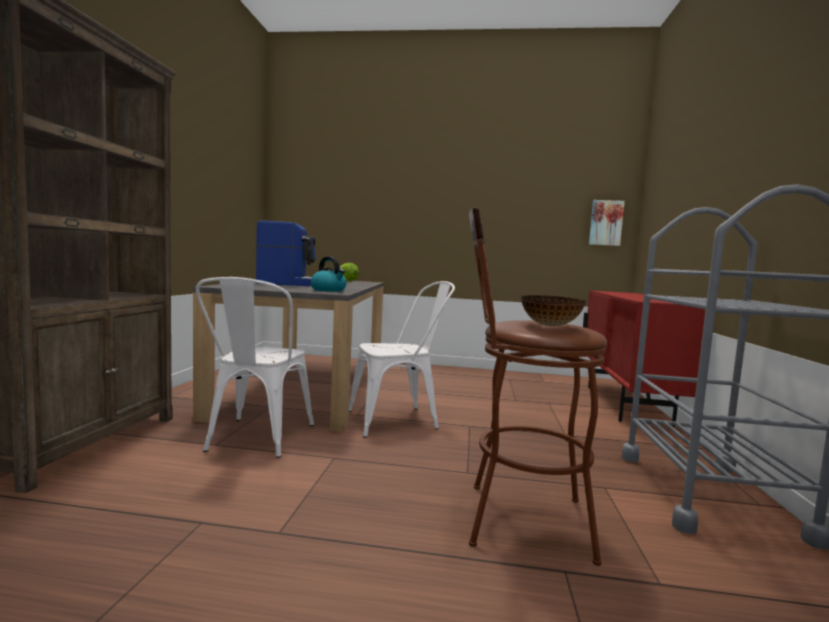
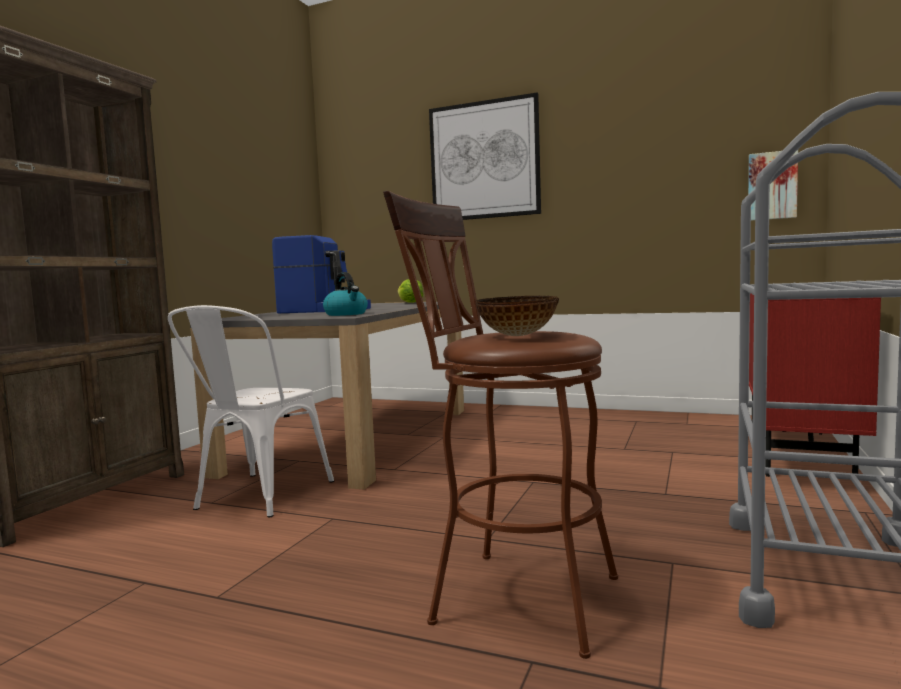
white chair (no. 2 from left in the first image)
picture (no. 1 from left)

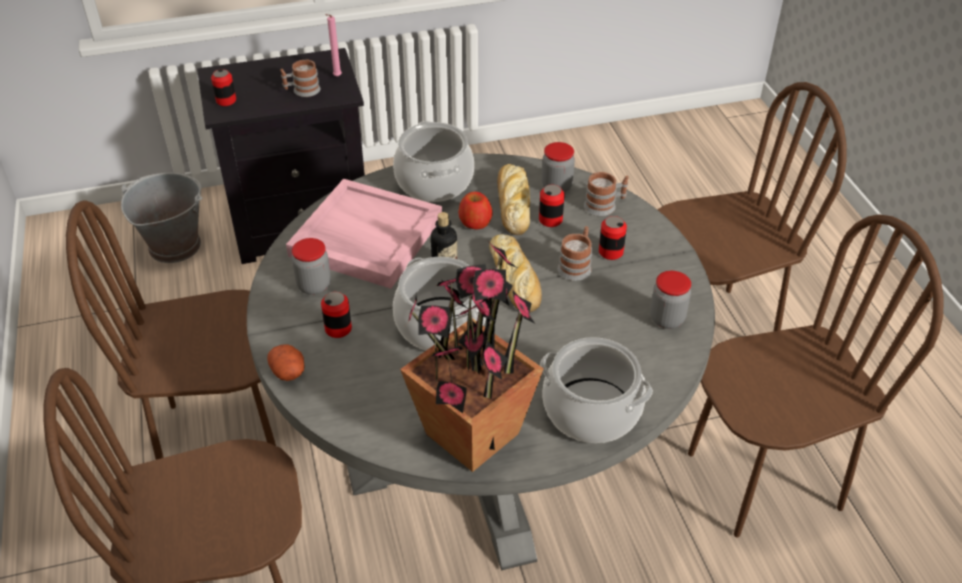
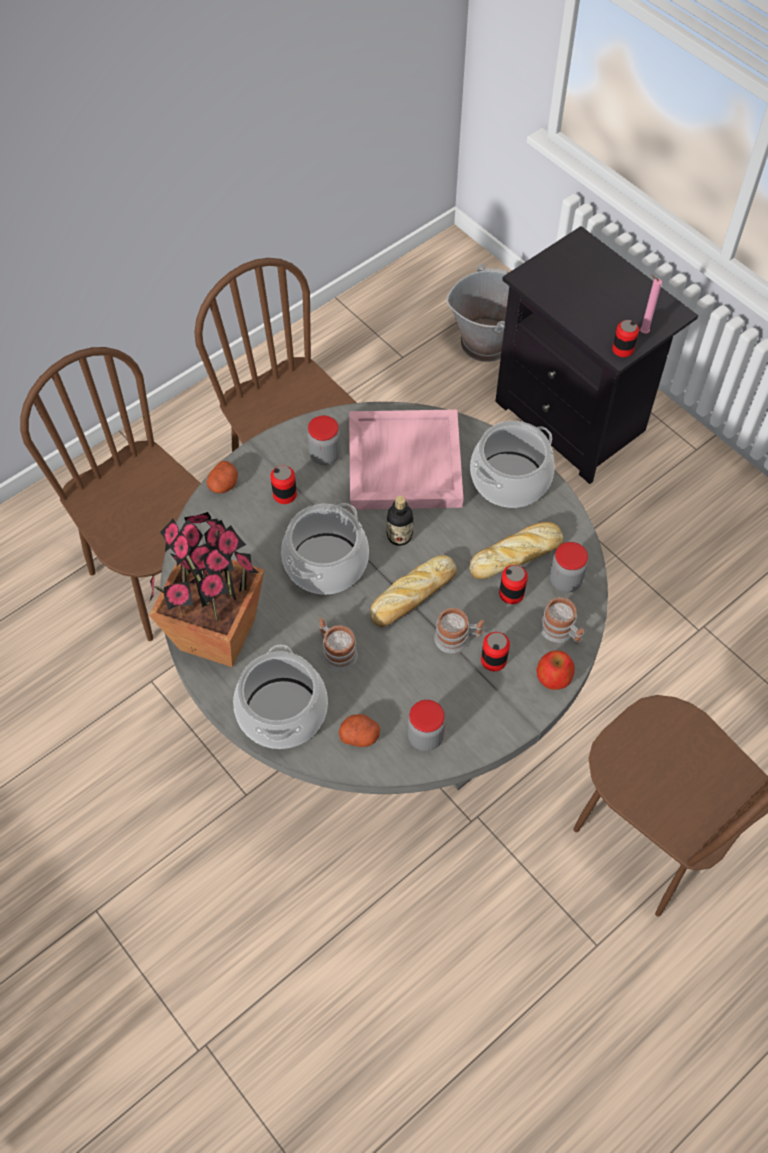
brown chair (no. 4 from left in the first image)
potato (no. 2 from left)
can (no. 4 from left)
mug (no. 1 from left)
apple

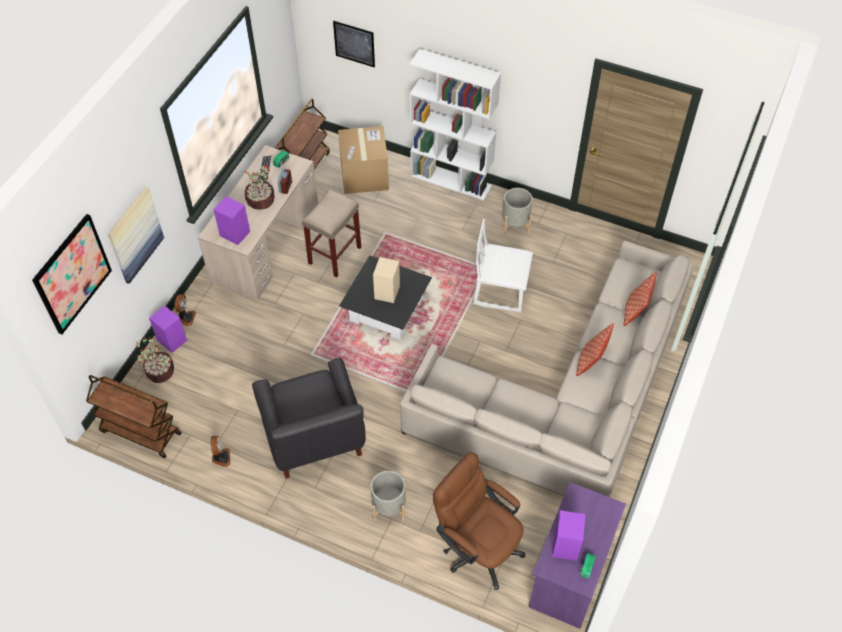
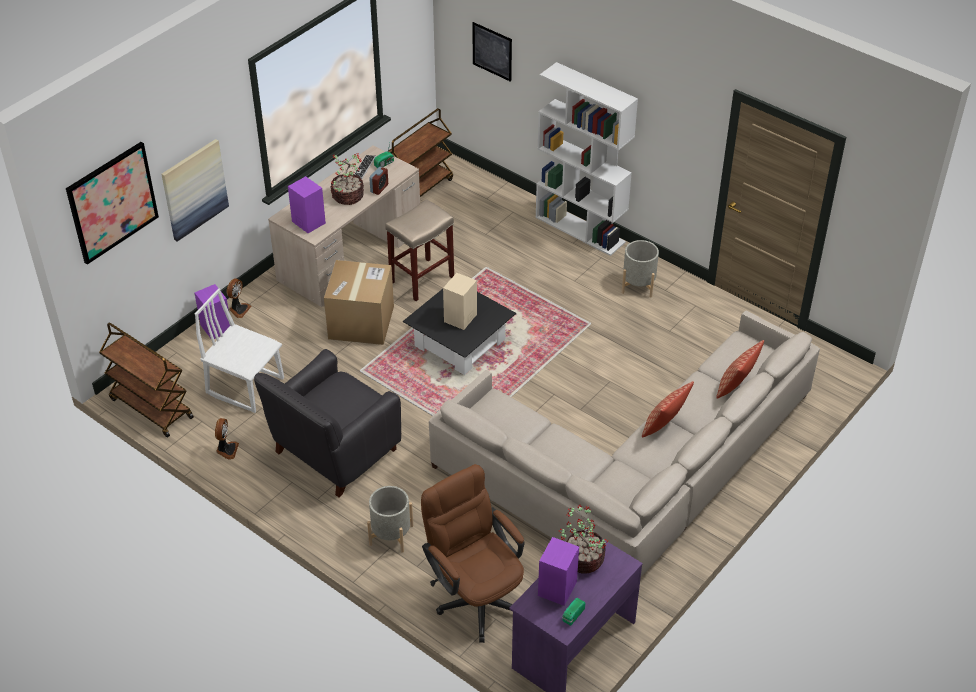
potted plant (no. 2 from left)
cardboard box
white chair
black armchair

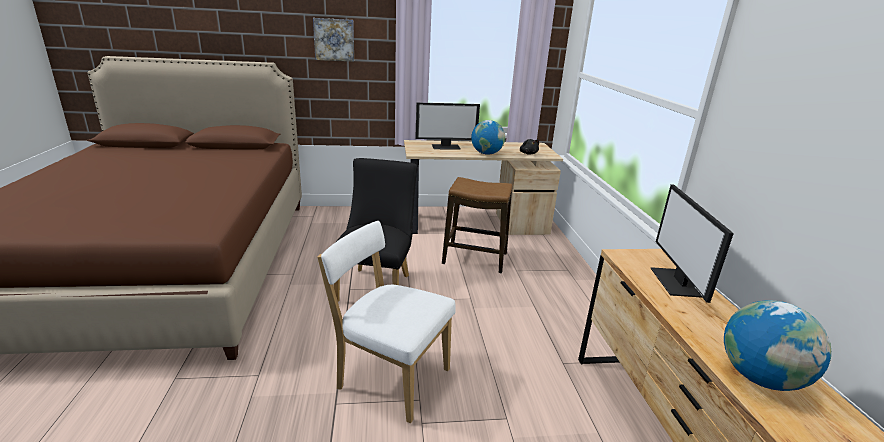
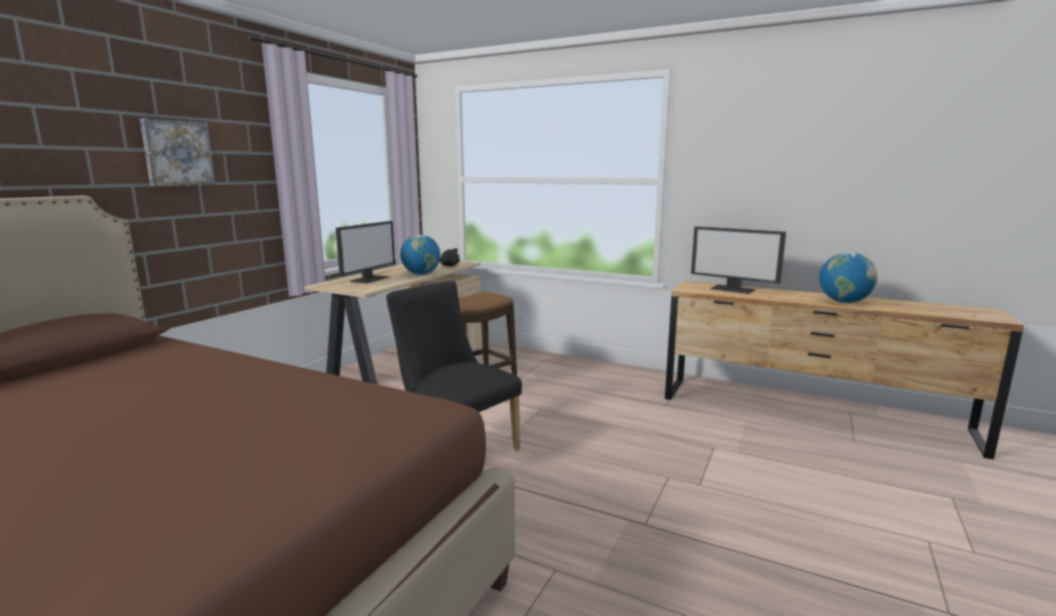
white chair

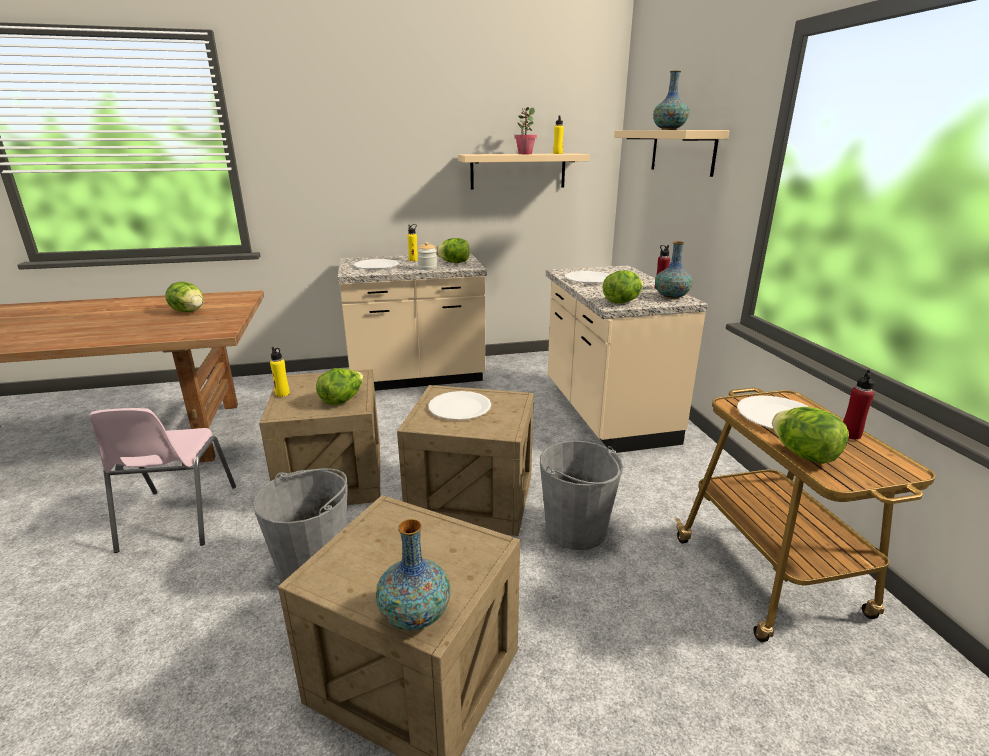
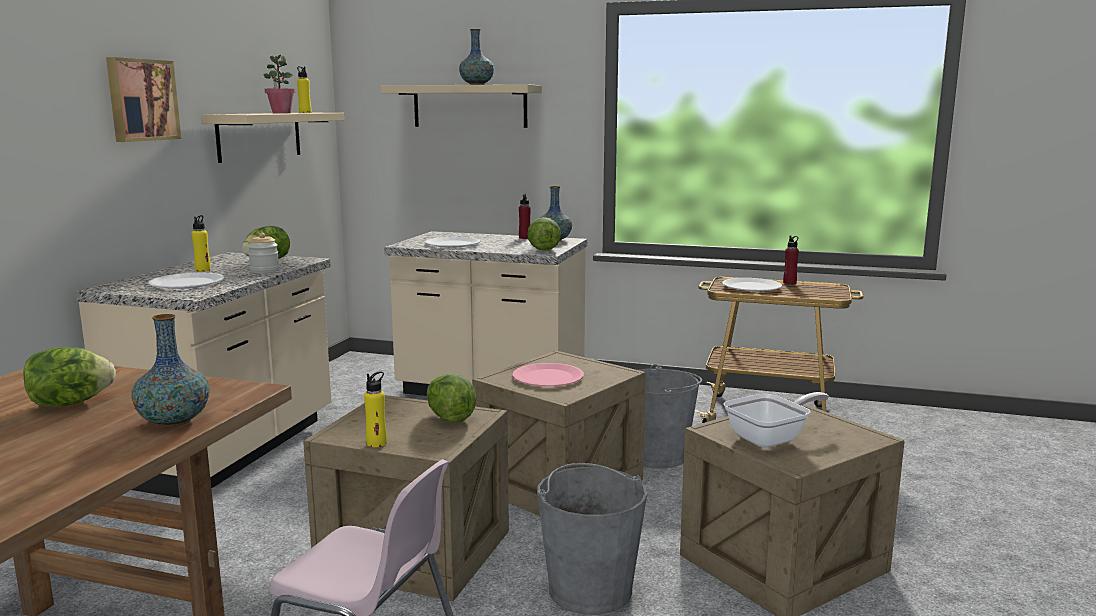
lettuce (no. 5 from left in the first image)
picture
frying pan
vase (no. 1 from left)
pink plate

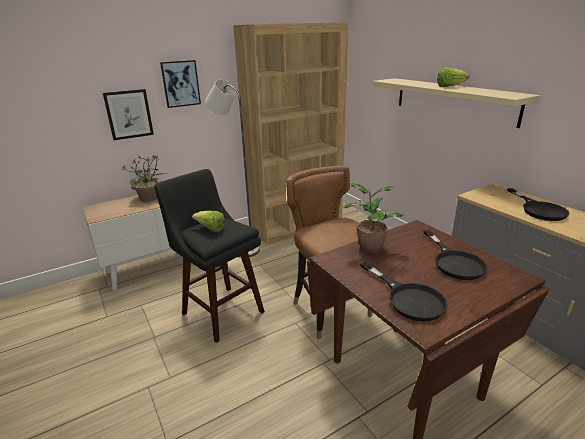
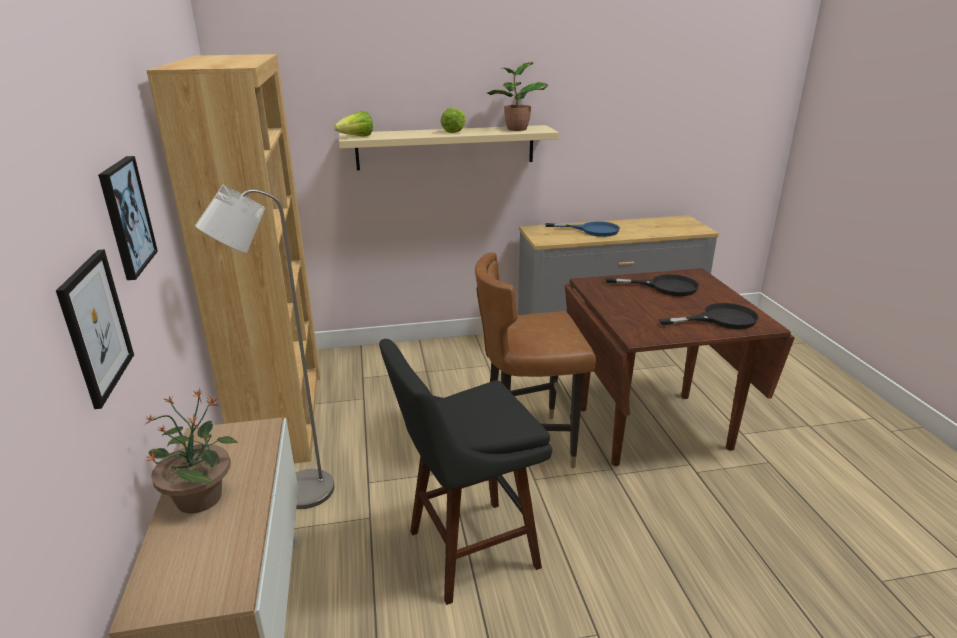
lettuce (no. 1 from left)
potted plant (no. 2 from left)
blue frying pan

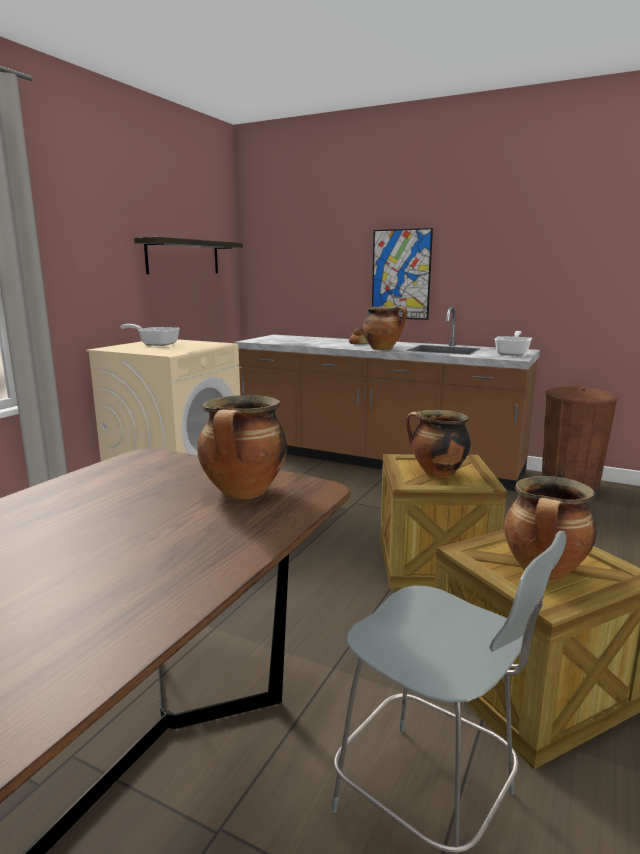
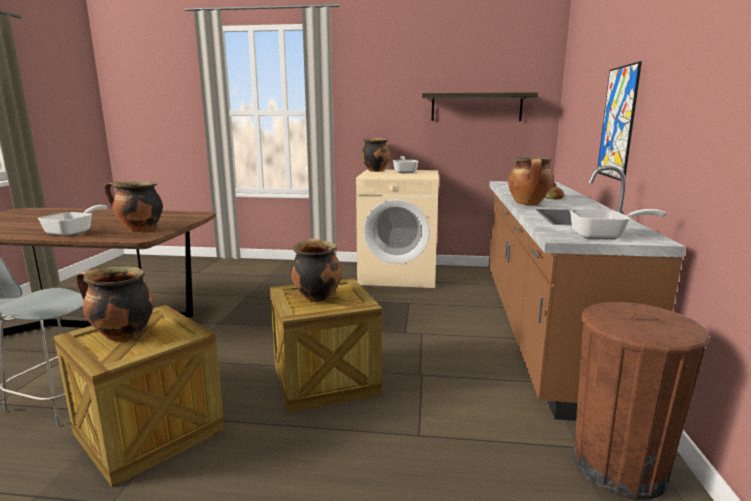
frying pan (no. 1 from left)
cooking pot (no. 4 from left)

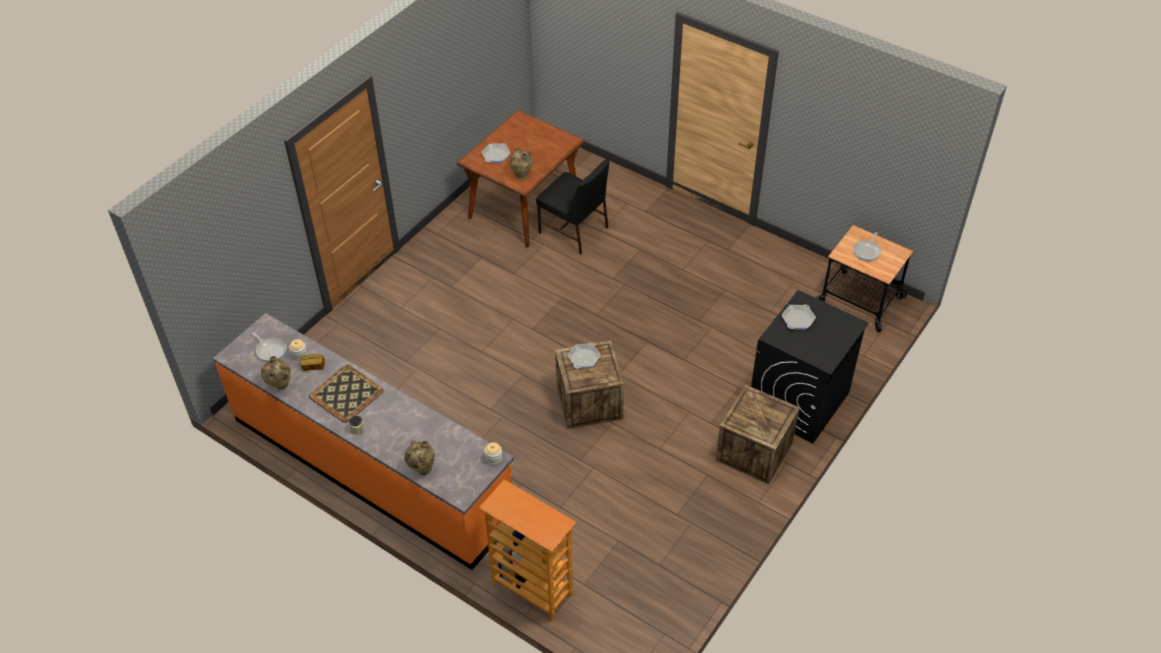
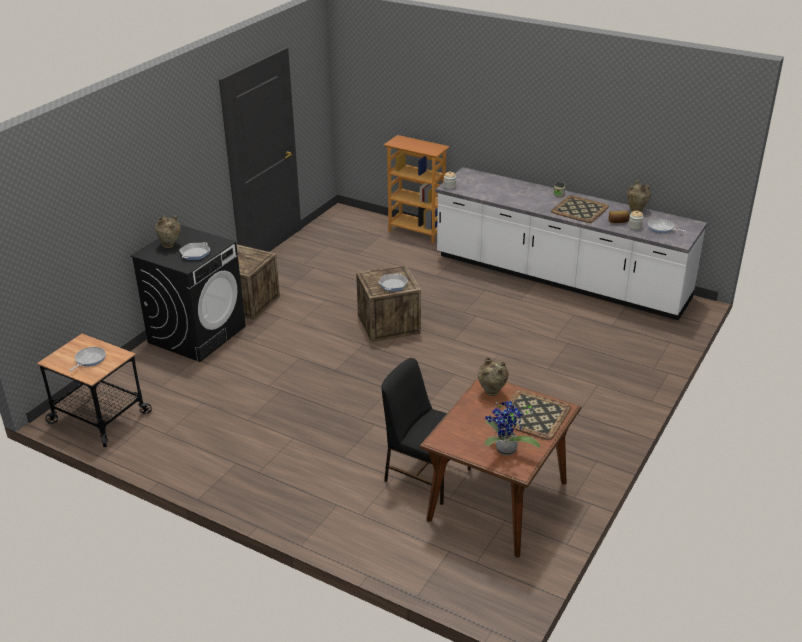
potted plant
beige vase (no. 1 from left)
tray (no. 1 from left)
white counter

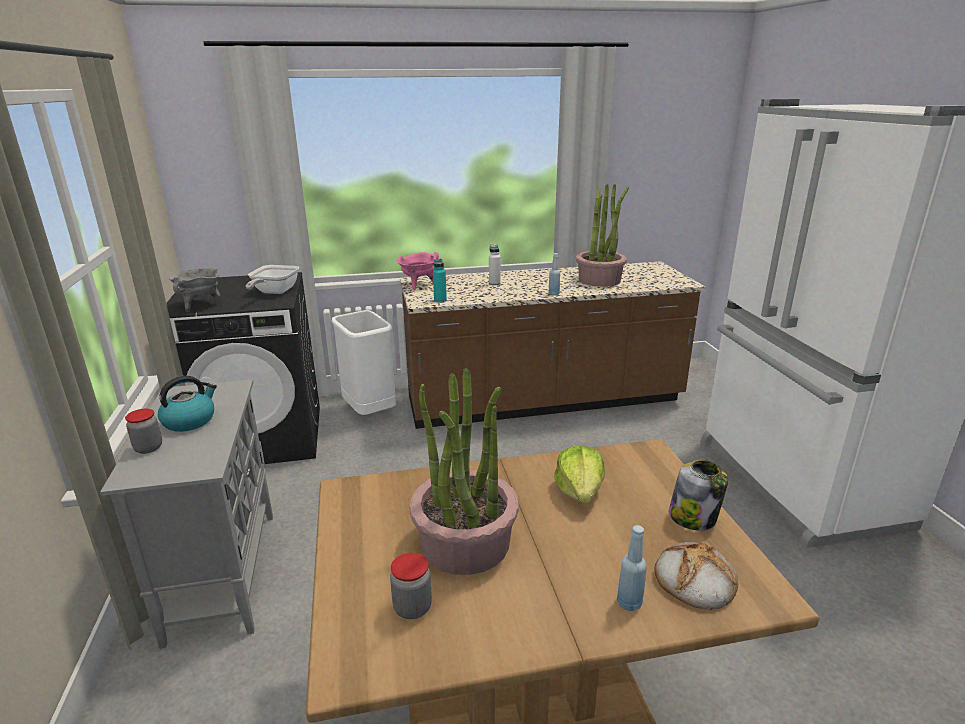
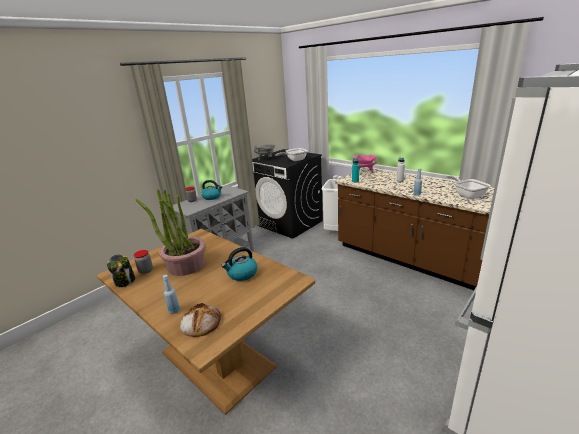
jar (no. 1 from left)
kettle (no. 2 from left)
frying pan (no. 2 from left)

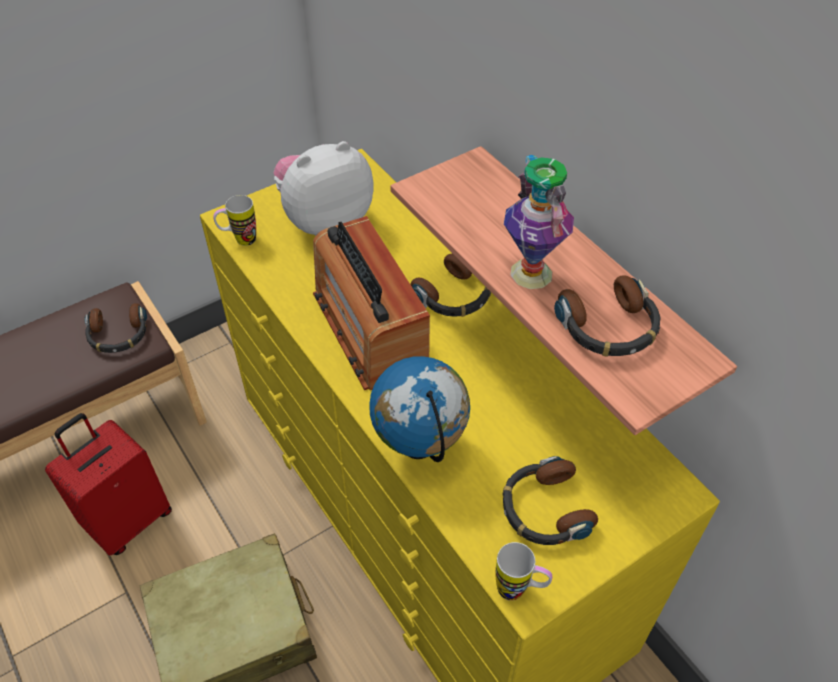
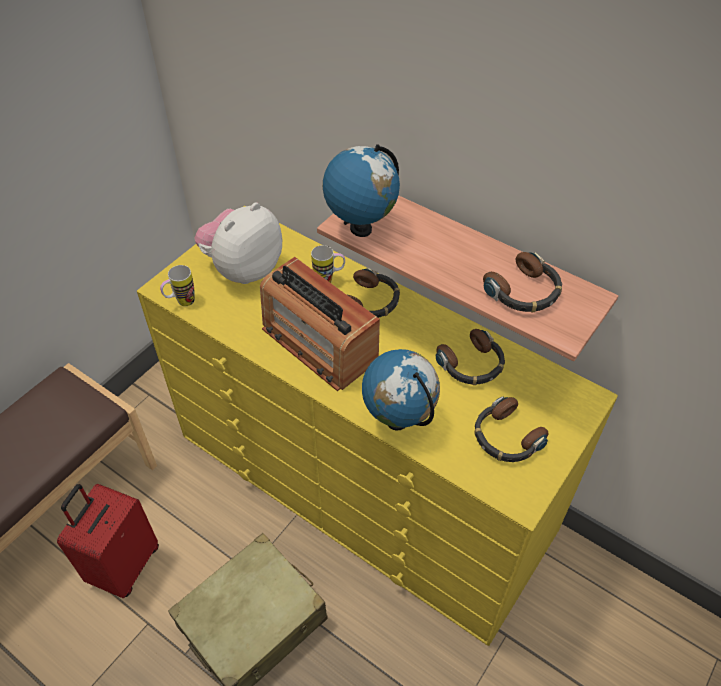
vase
globe (no. 1 from left)
headphones (no. 2 from left)
mug (no. 2 from left)

